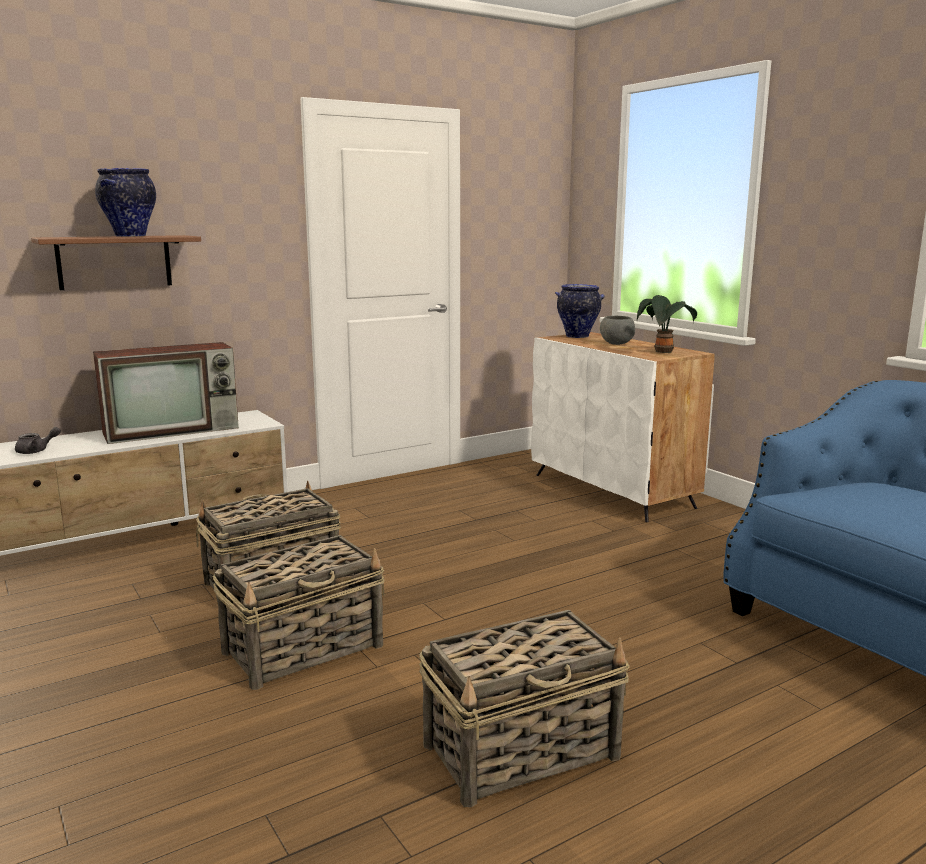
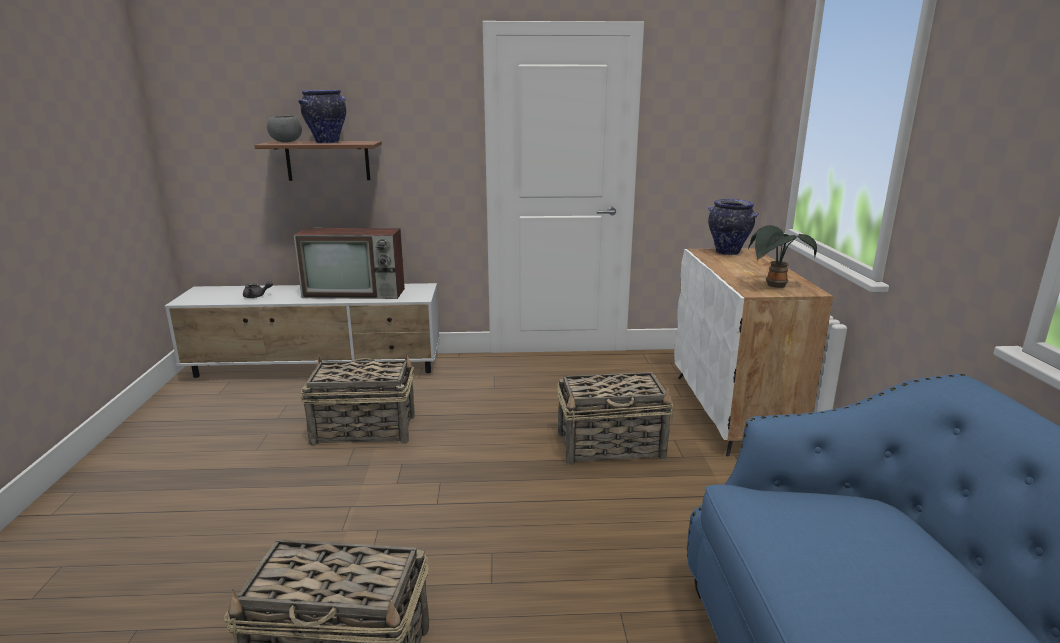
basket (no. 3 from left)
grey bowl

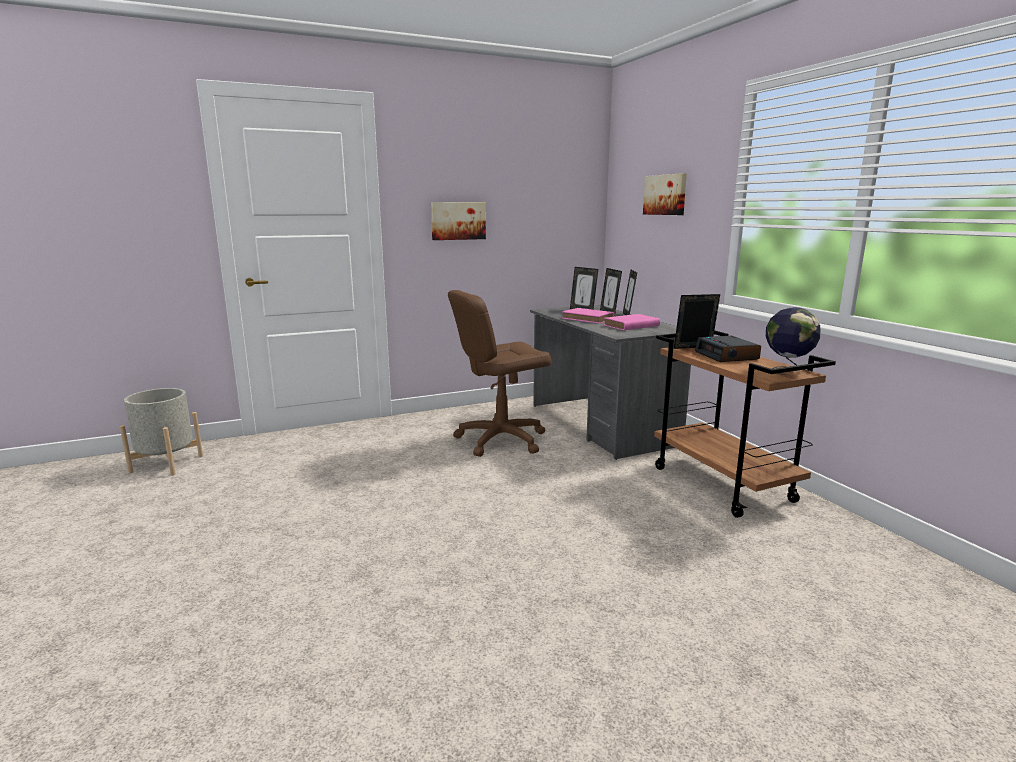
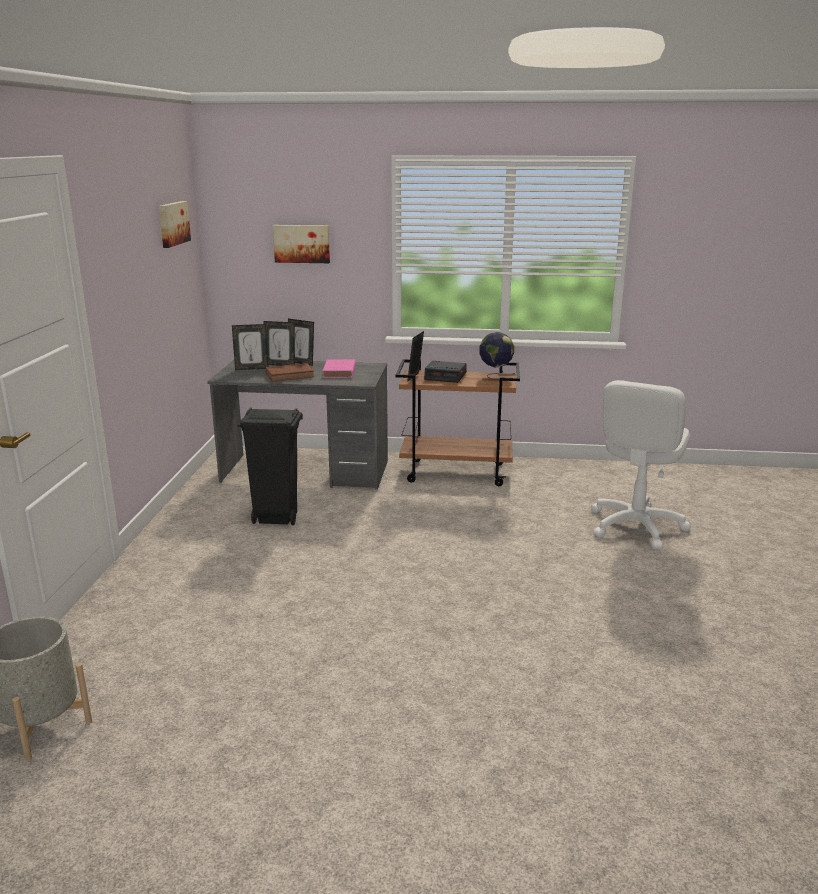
white office chair
picture (no. 1 from left)
black trash can
brown book

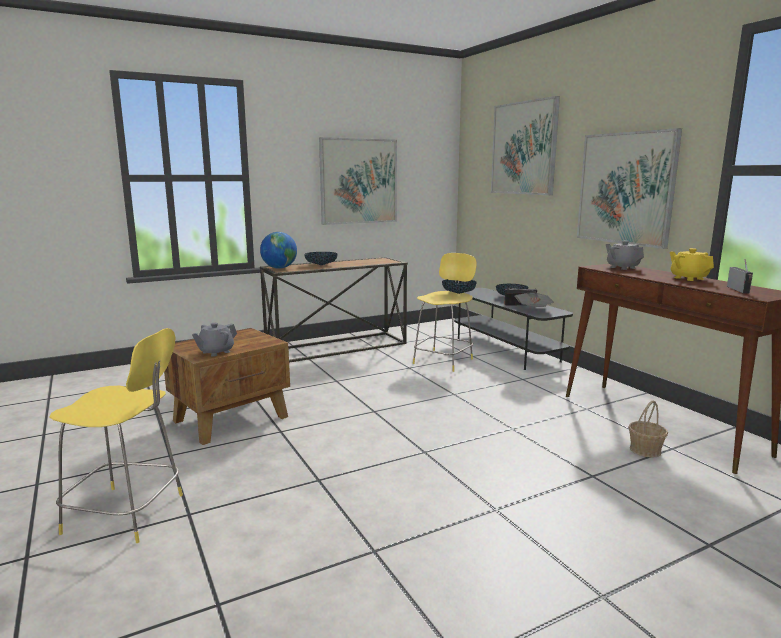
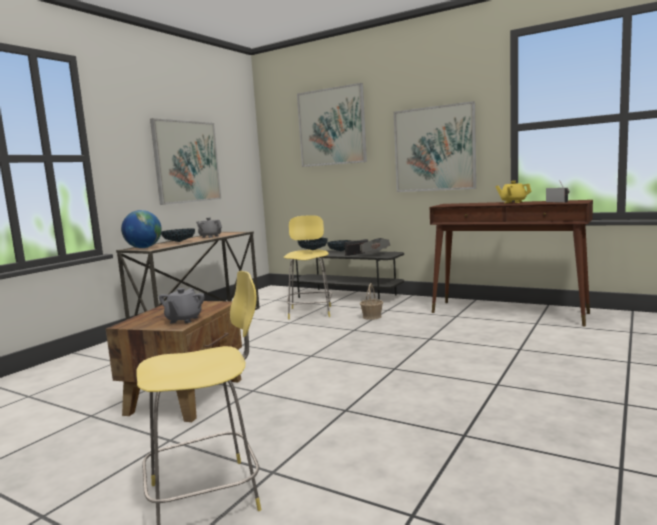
grey teapot (no. 2 from left)
basket

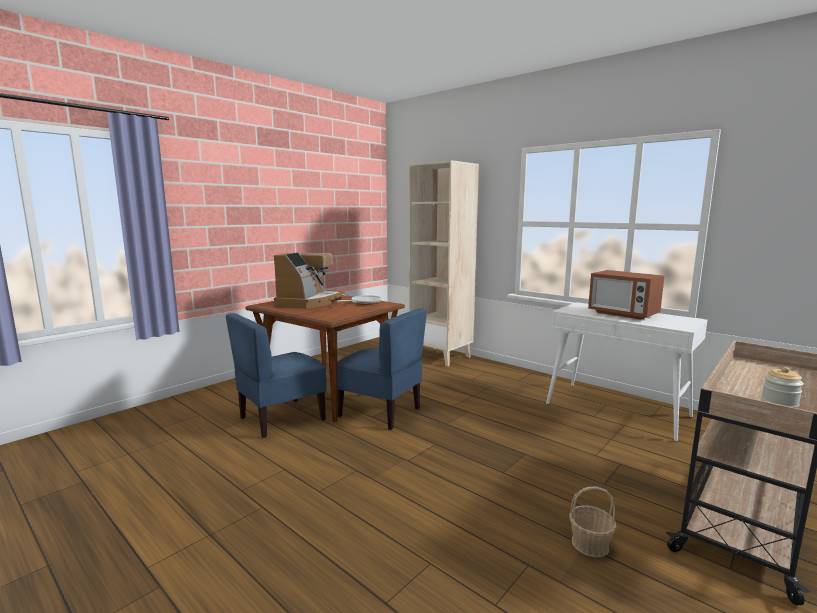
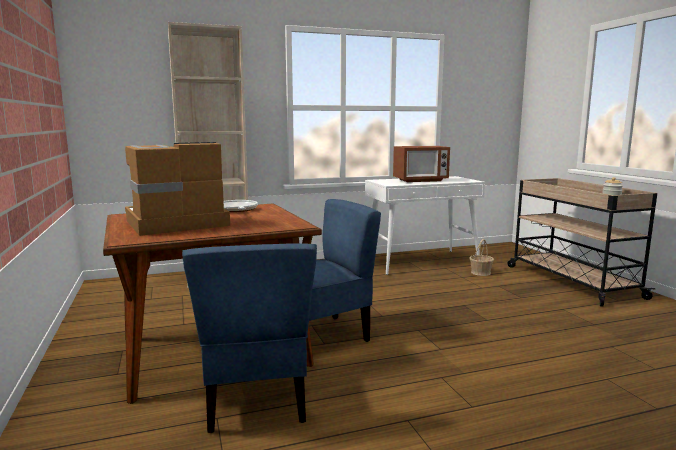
basket
coffee machine

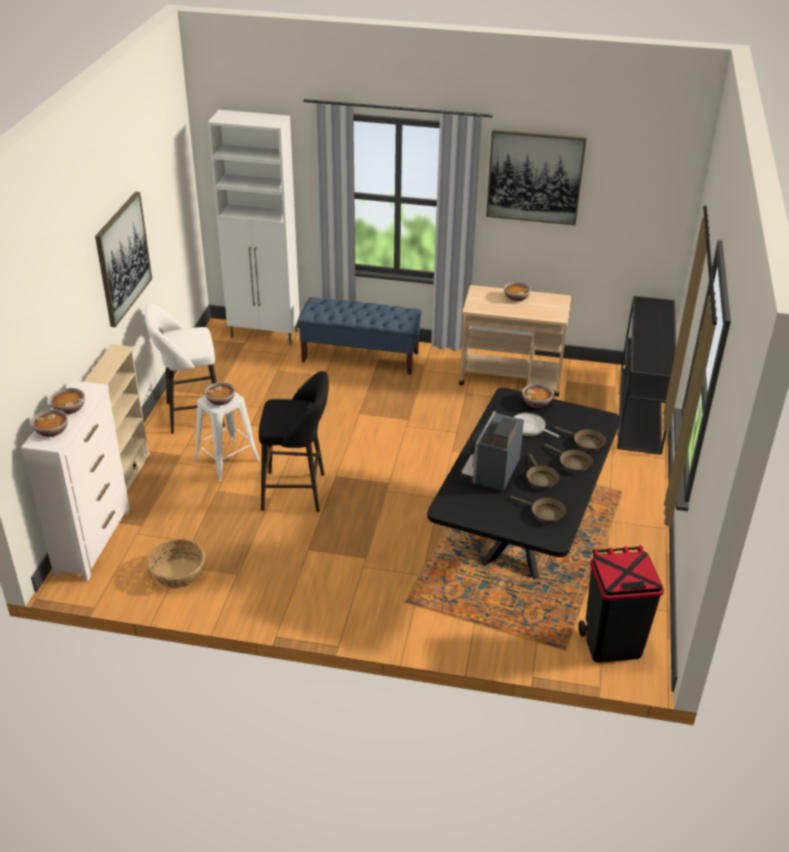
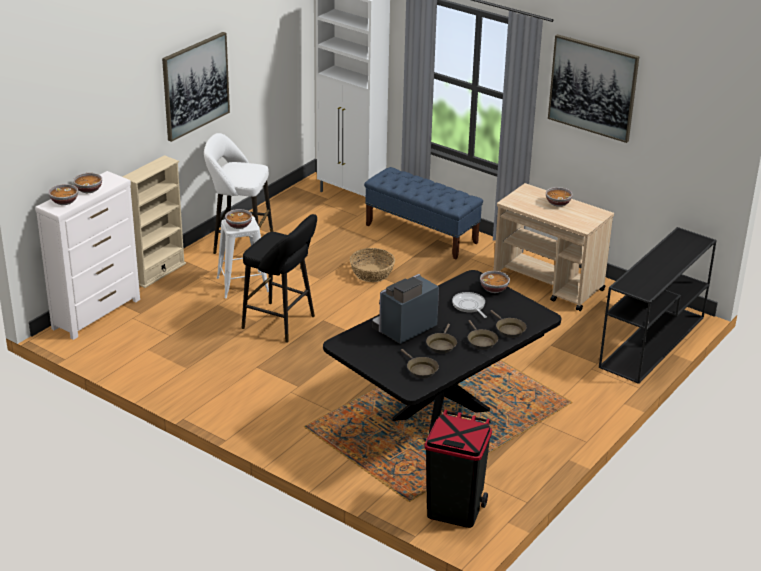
basket

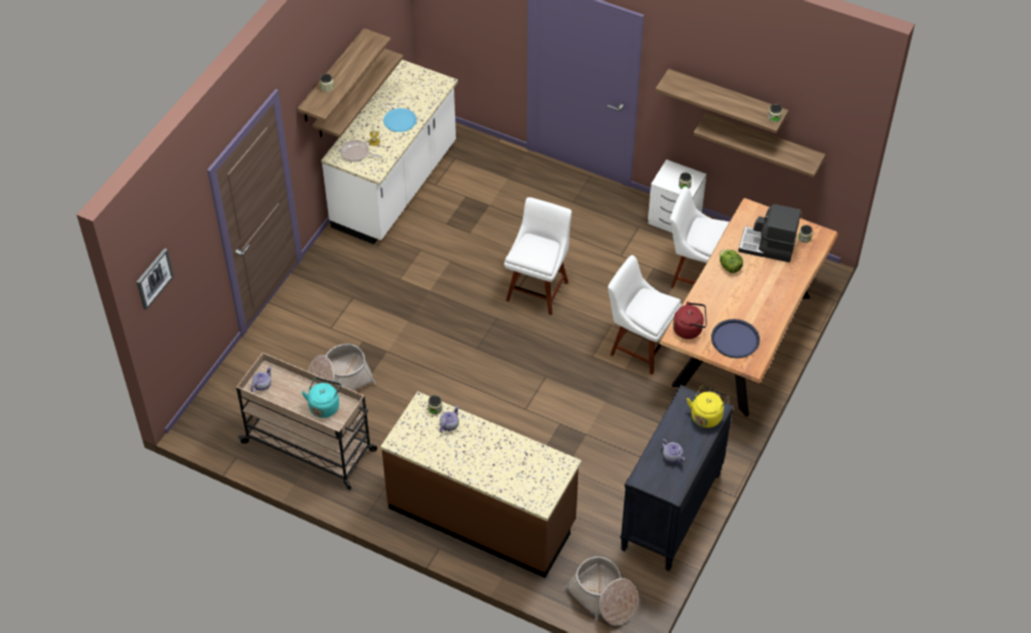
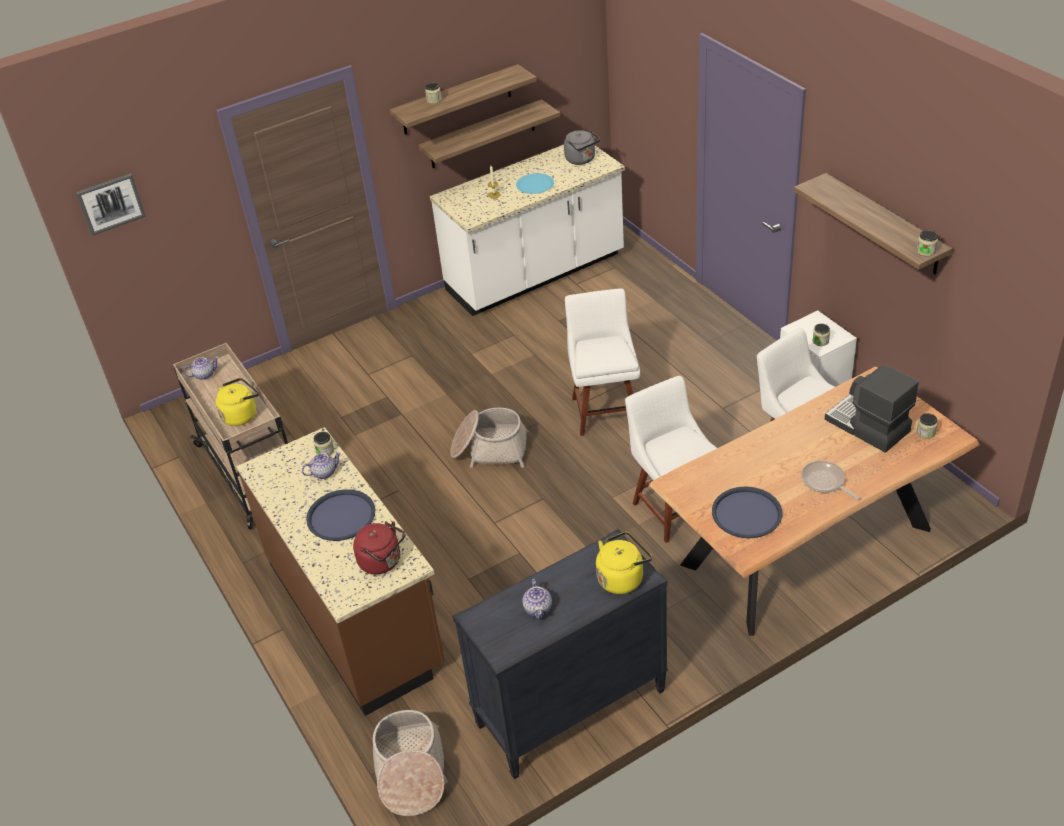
shelf (no. 4 from left in the first image)
lettuce
blue tray (no. 1 from left)
grey kettle
basket (no. 2 from left)
frying pan
red kettle
yellow kettle (no. 1 from left)
white chair (no. 1 from left)

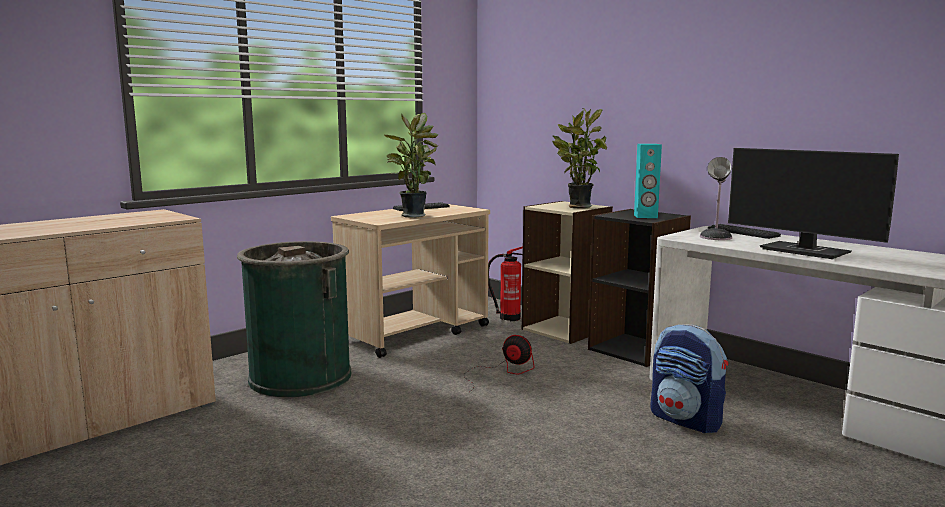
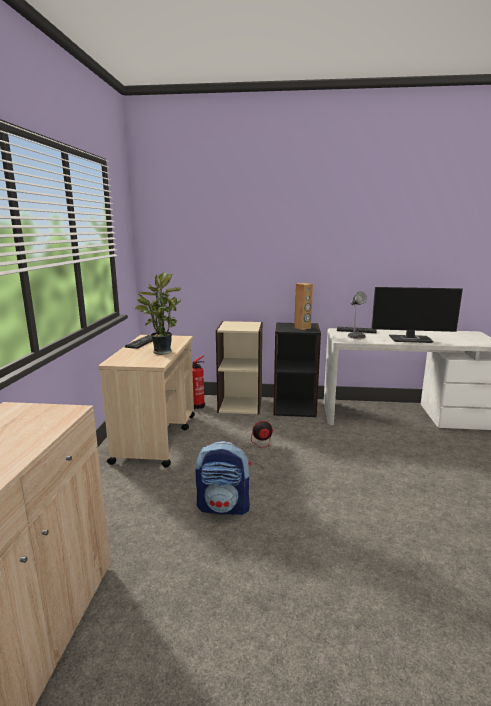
green trash can
potted plant (no. 2 from left in the first image)
backpack
brown speaker

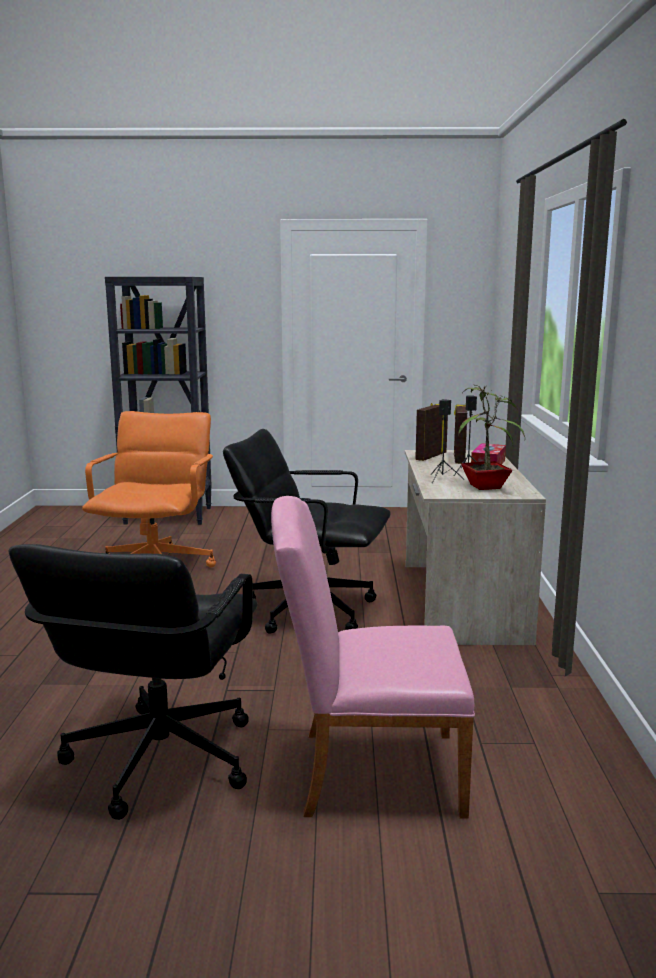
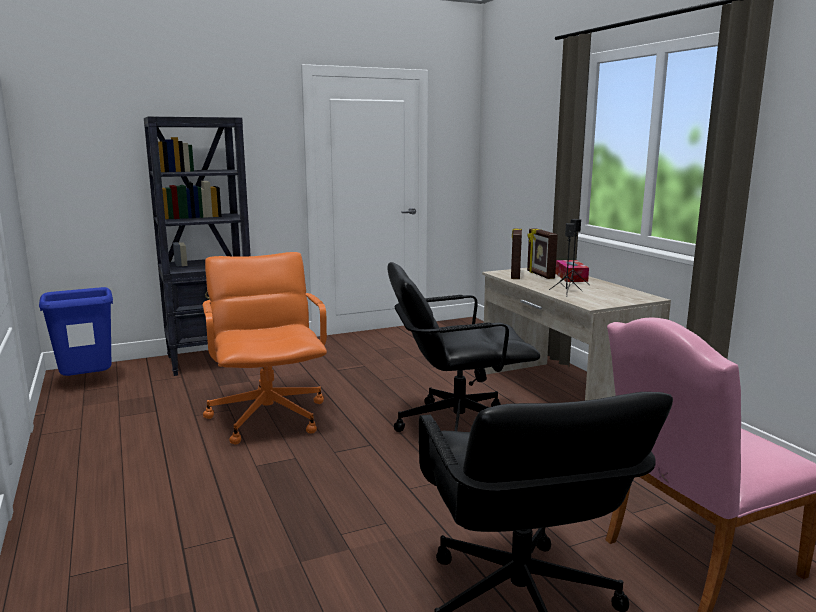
potted plant
blue trash can

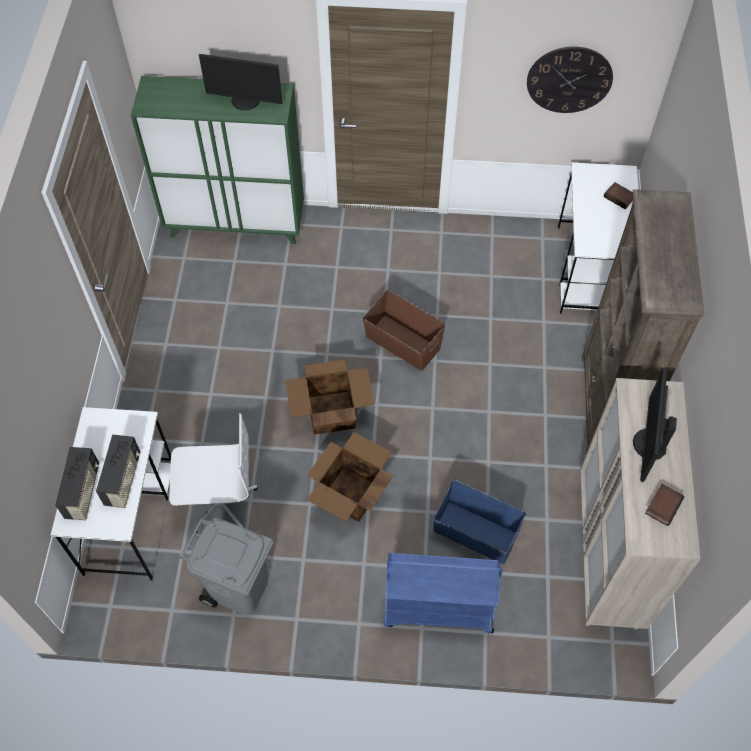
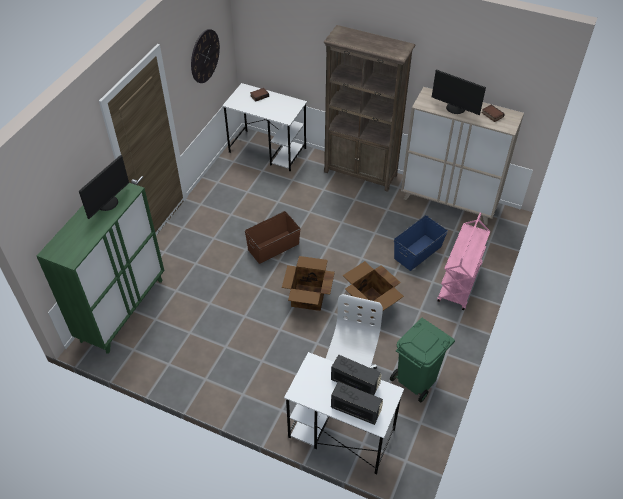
green trash can
pink cart

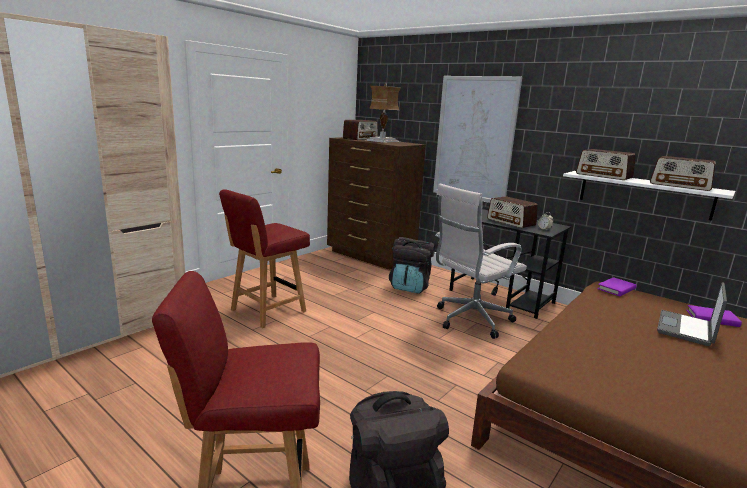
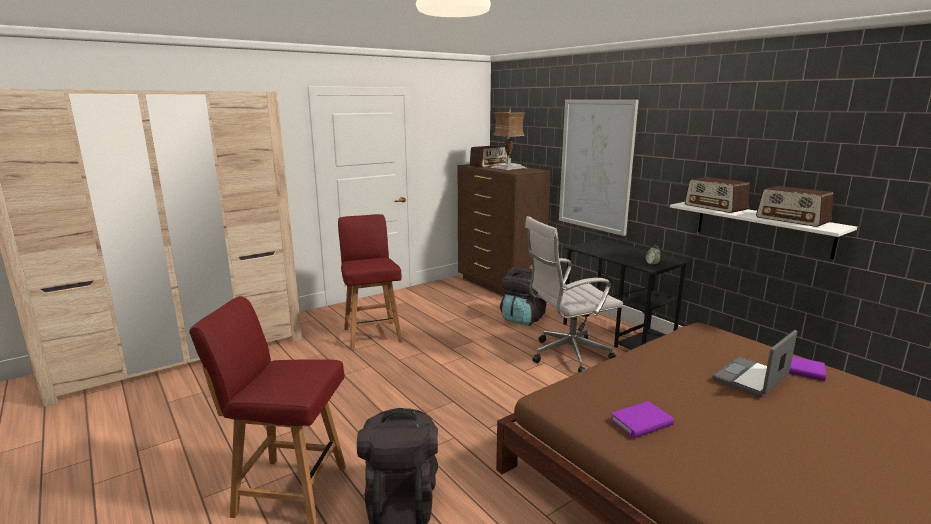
radio (no. 2 from left in the first image)
purple book (no. 1 from left)
red chair (no. 2 from left)

